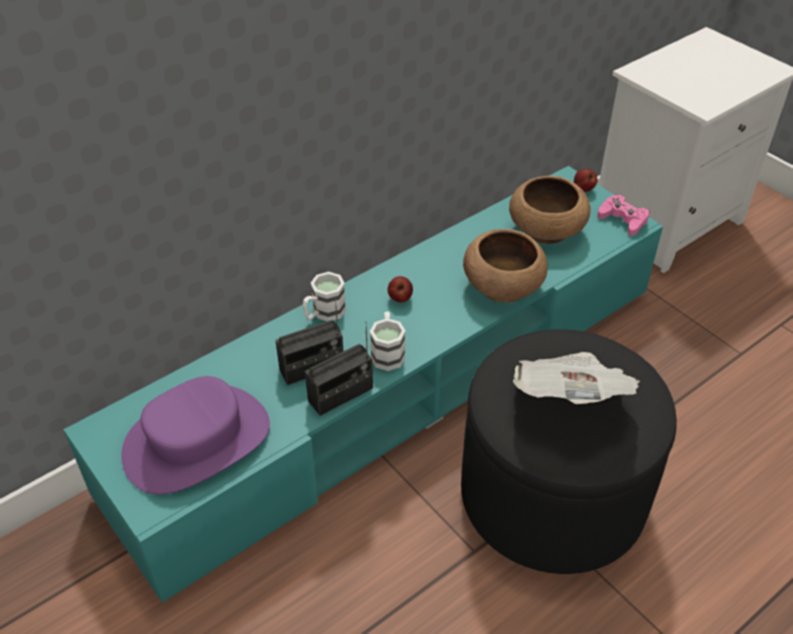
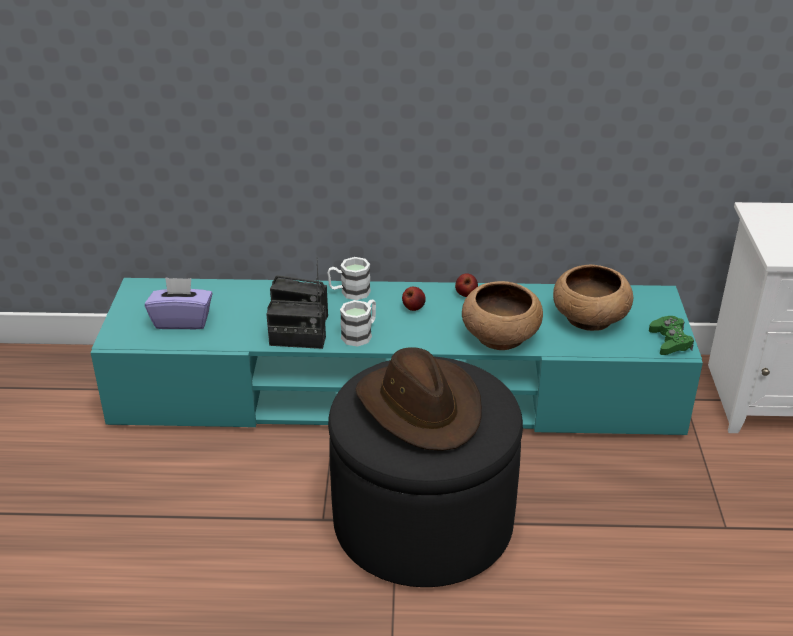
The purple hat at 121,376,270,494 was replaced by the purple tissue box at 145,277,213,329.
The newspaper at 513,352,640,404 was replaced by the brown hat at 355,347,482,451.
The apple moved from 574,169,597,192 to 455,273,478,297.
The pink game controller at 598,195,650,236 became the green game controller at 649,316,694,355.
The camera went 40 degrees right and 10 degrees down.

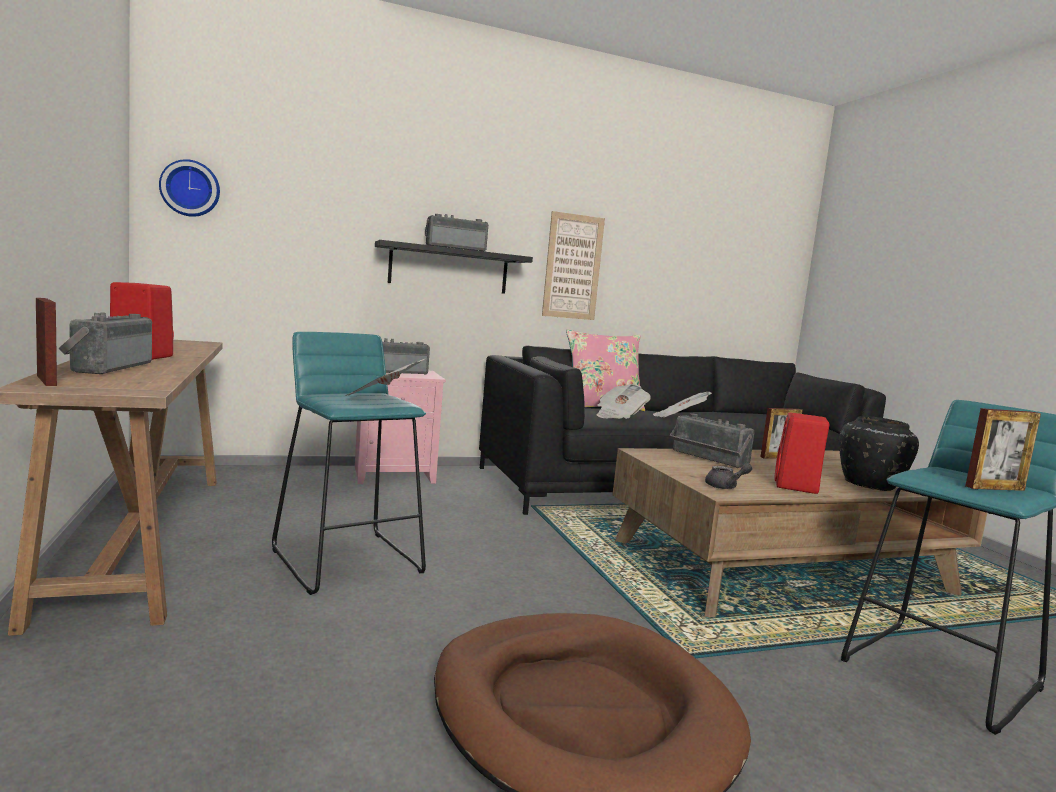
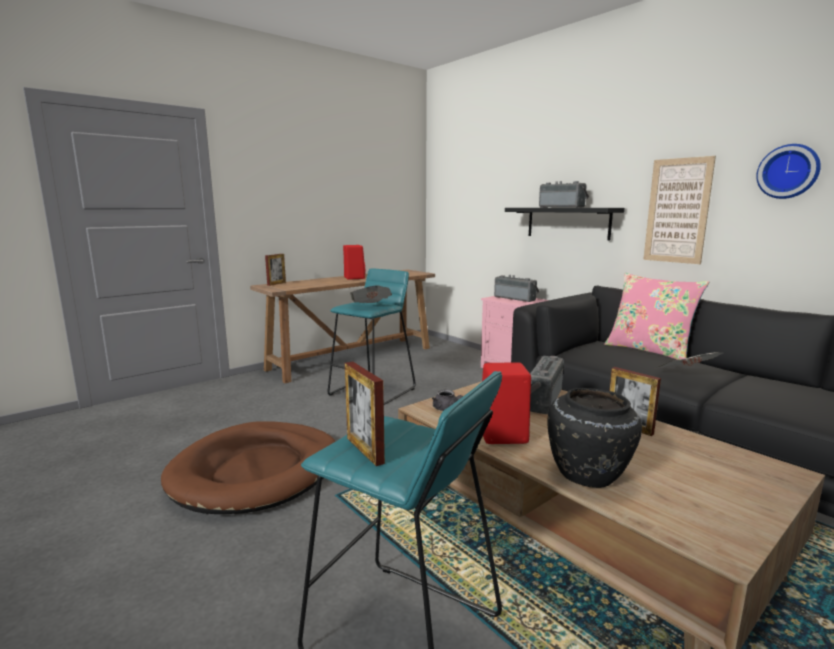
The radio at 59,312,152,374 disappeared.
The wall clock moved from 159,159,220,217 to 756,144,821,199.
The newspaper at 597,384,651,419 disappeared.
The camera went 70 degrees right and 5 degrees up.

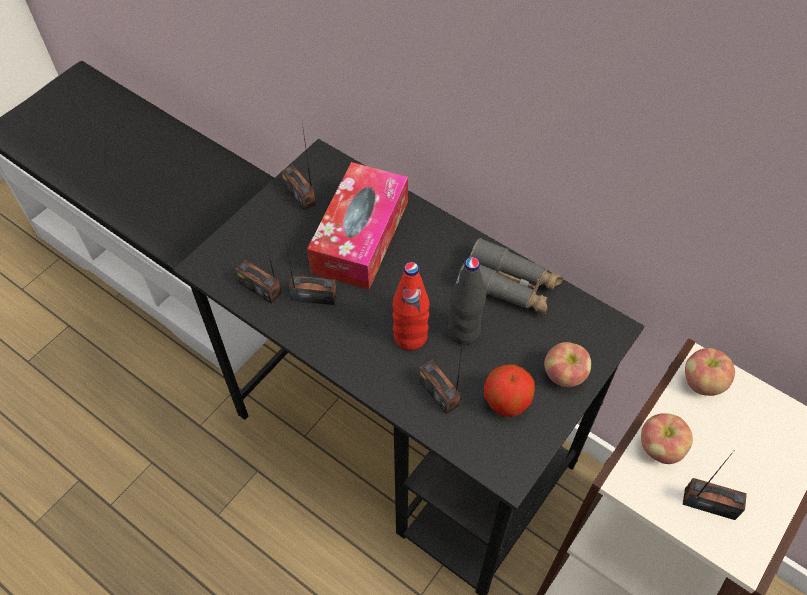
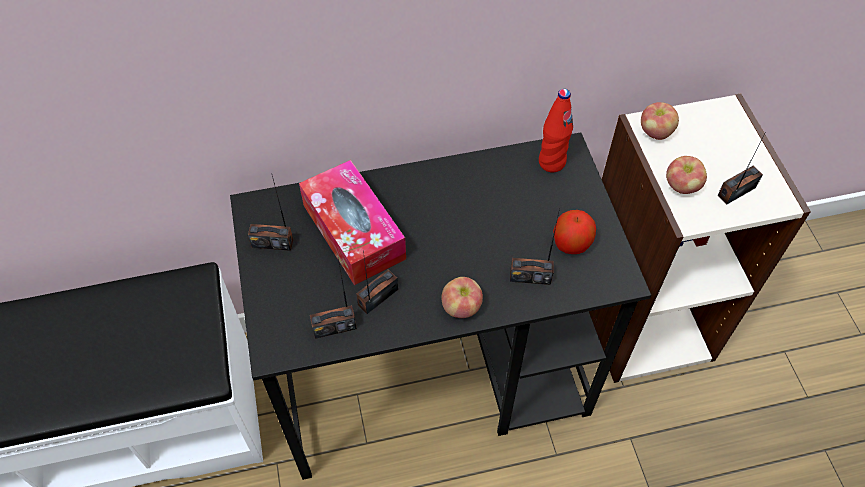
The red bottle moved from 392,262,429,350 to 539,89,573,172.
The black bottle at 448,257,486,345 disappeared.
The grey binoculars at 457,238,563,314 disappeared.
The apple moved from 544,342,591,387 to 441,277,483,318.
The camera went 50 degrees left and 0 degrees up.

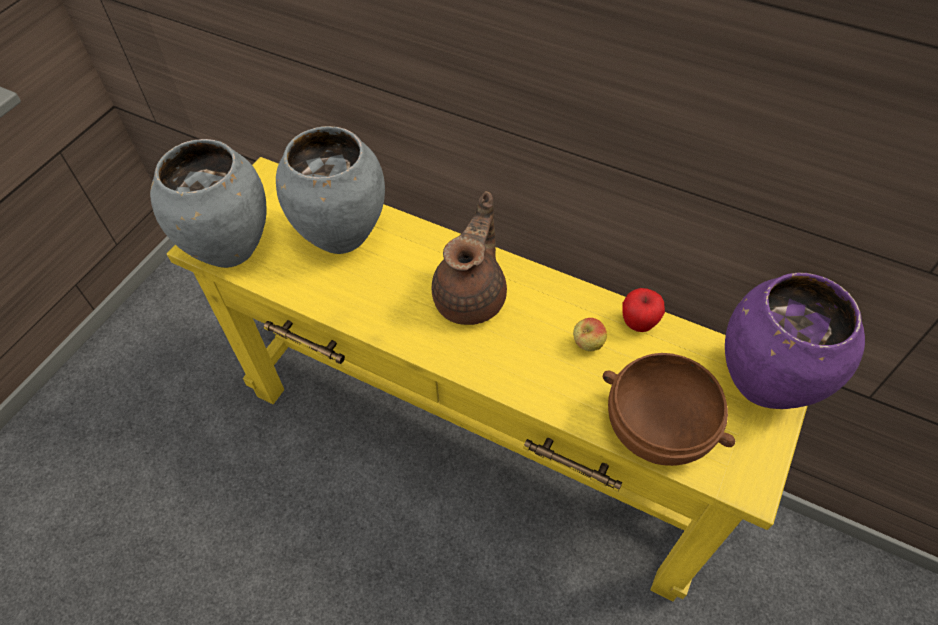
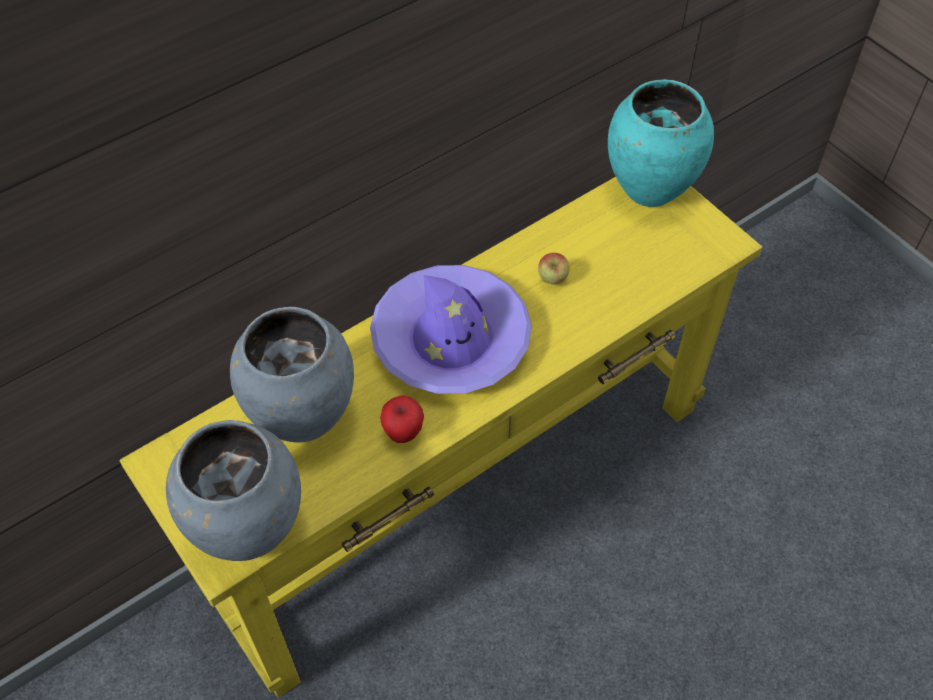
The brown teapot at 432,191,507,325 was replaced by the purple hat at 370,265,532,394.
The brown bowl at 602,353,735,466 disappeared.
The apple moved from 622,288,665,332 to 380,395,424,443.
The purple vase at 725,273,865,409 became the turquoise vase at 608,79,714,207.
The camera went 65 degrees left and 0 degrees up.

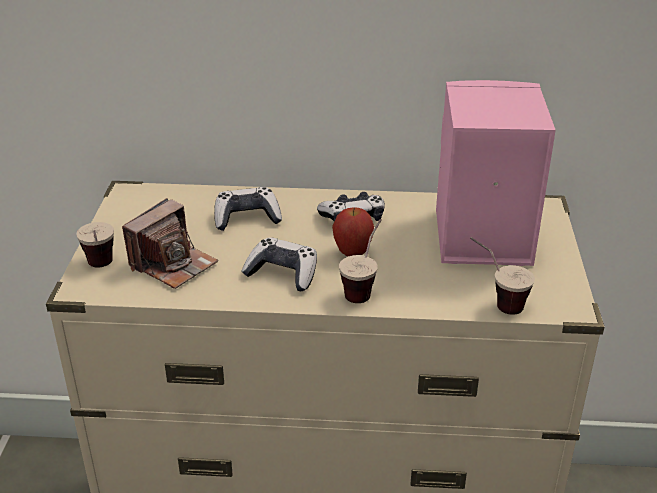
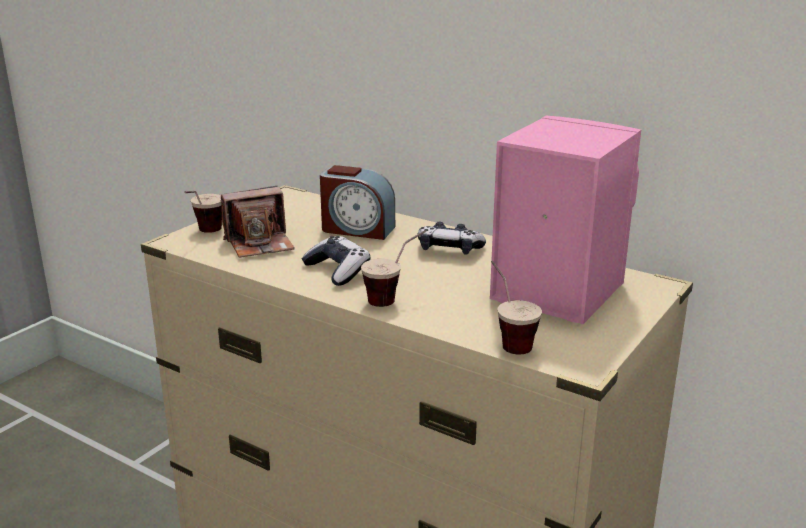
The game controller at 214,187,282,231 was replaced by the alarm clock at 320,165,395,240.
The apple at 332,207,374,256 disappeared.
The camera went 30 degrees right and 10 degrees down.

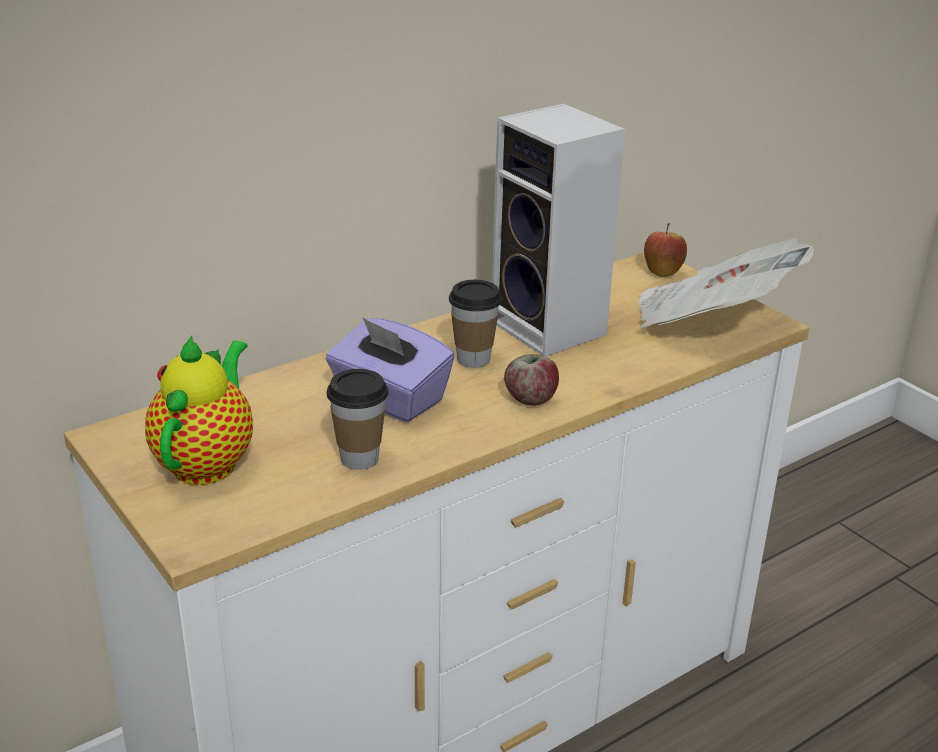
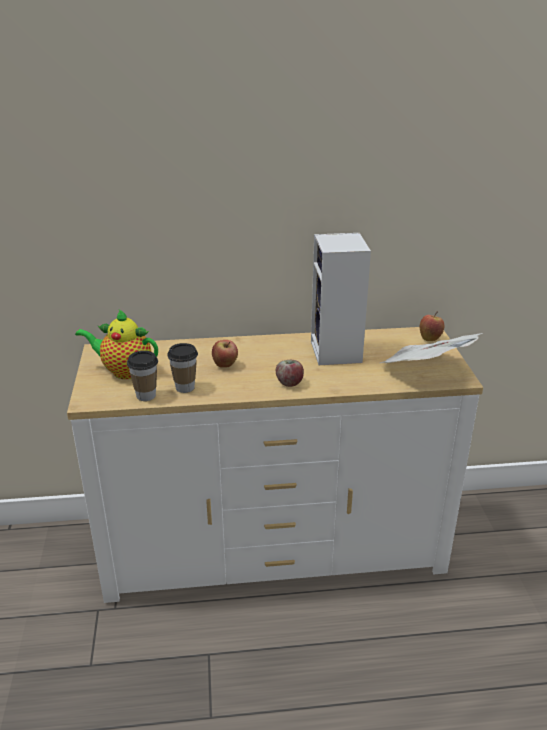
The teapot at 145,335,253,485 turned 120 degrees counterclockwise.
The purple tissue box at 325,317,455,422 was replaced by the apple at 212,340,238,368.
The cup moved from 449,280,502,368 to 127,351,158,401.
The camera went 30 degrees right and 0 degrees up.

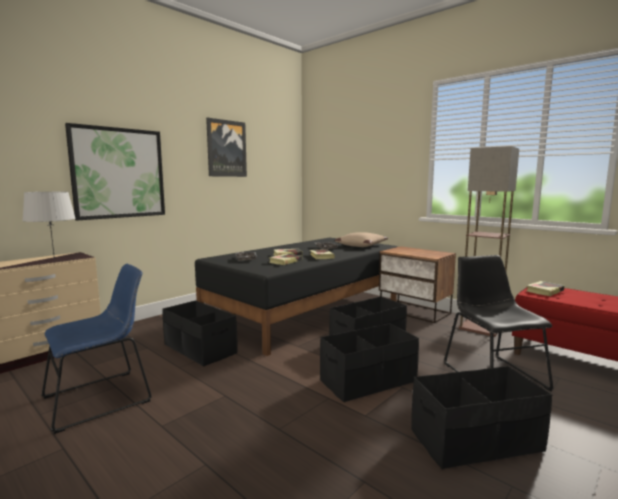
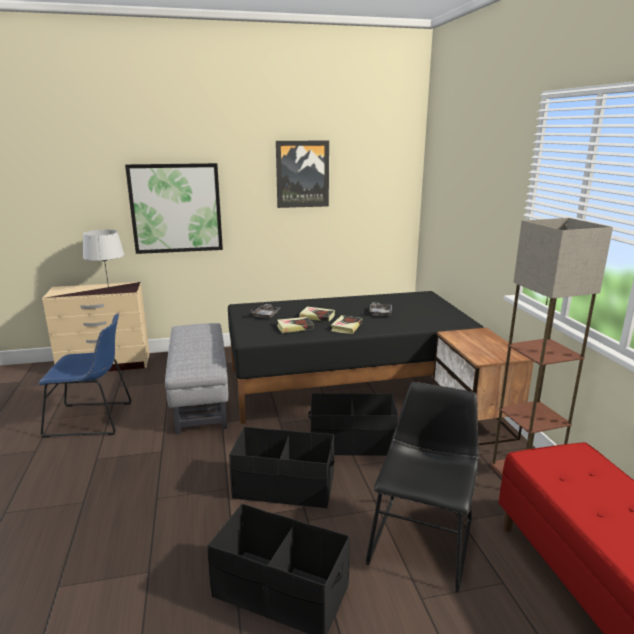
The black storage box at 162,300,238,366 was replaced by the grey ottoman at 165,323,228,434.
The beige pillow at 335,232,388,247 disappeared.
The book at 526,281,564,296 disappeared.
The camera went 35 degrees right and 10 degrees up.

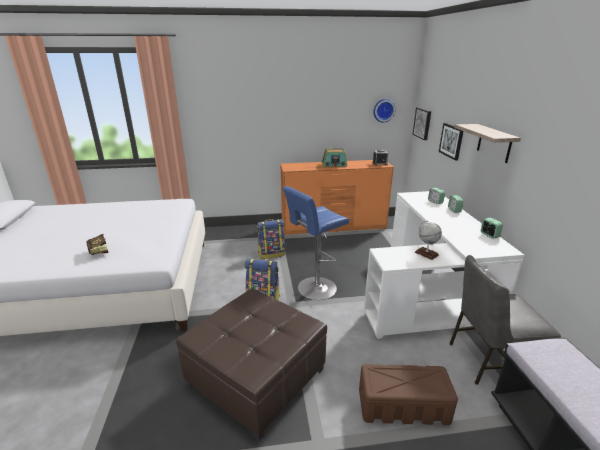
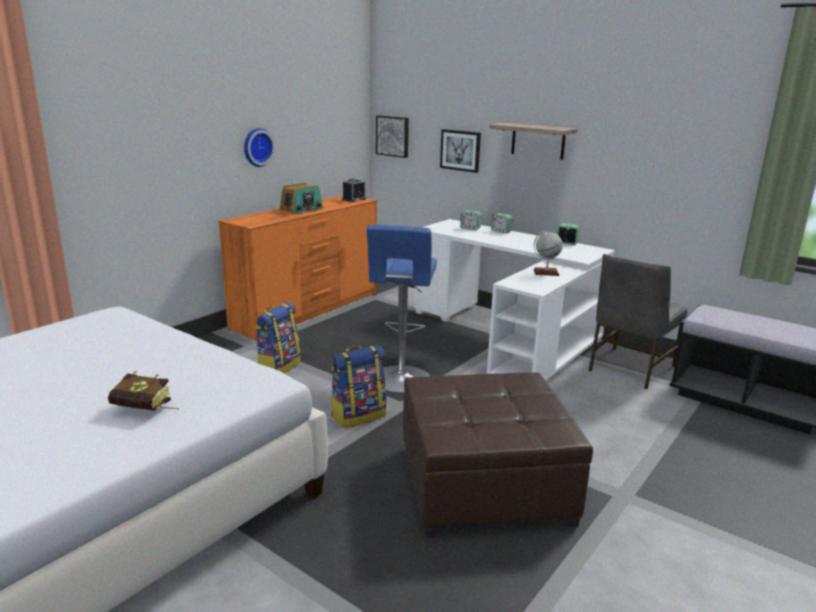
The brown storage box at 359,364,458,425 disappeared.
The wall clock moved from 373,99,396,122 to 244,128,275,167.
The camera went 45 degrees left and 5 degrees down.

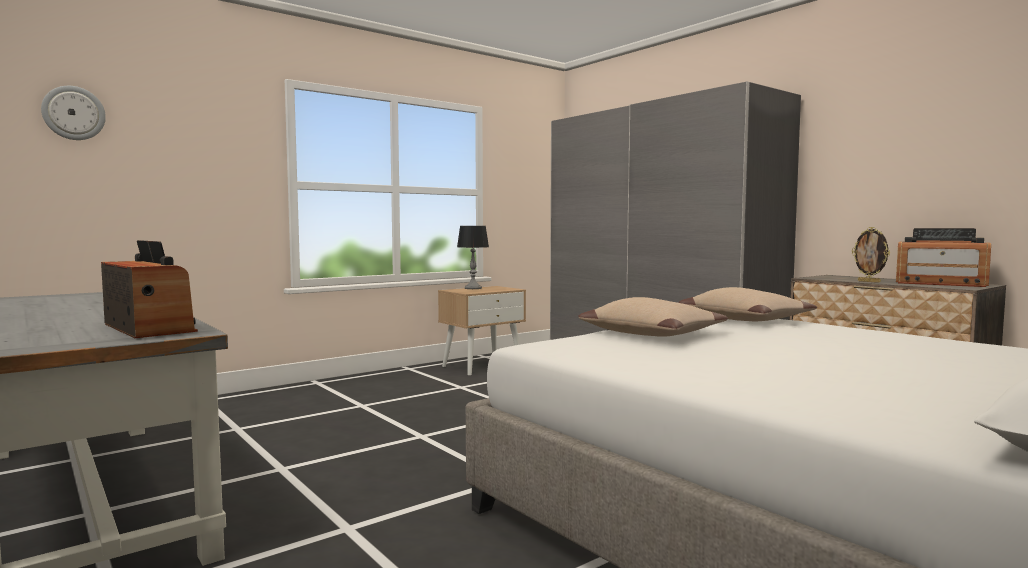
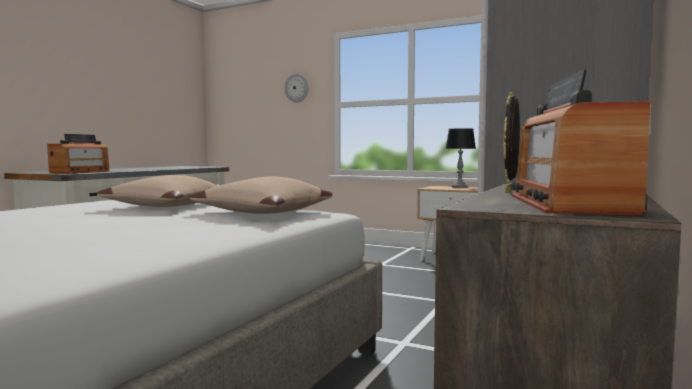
The wall clock moved from 41,86,106,140 to 285,73,309,102.
The camera went 65 degrees right and 0 degrees up.

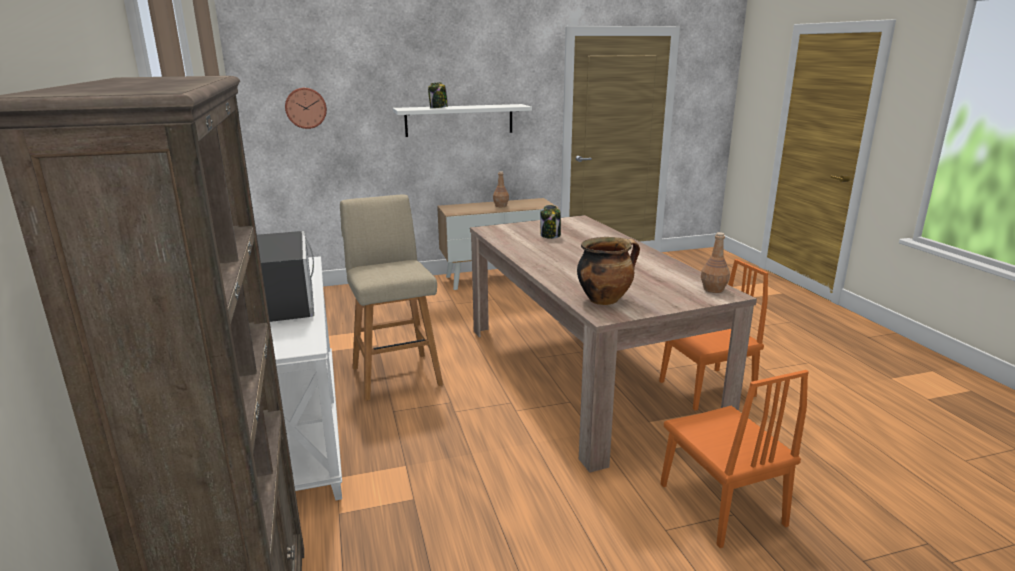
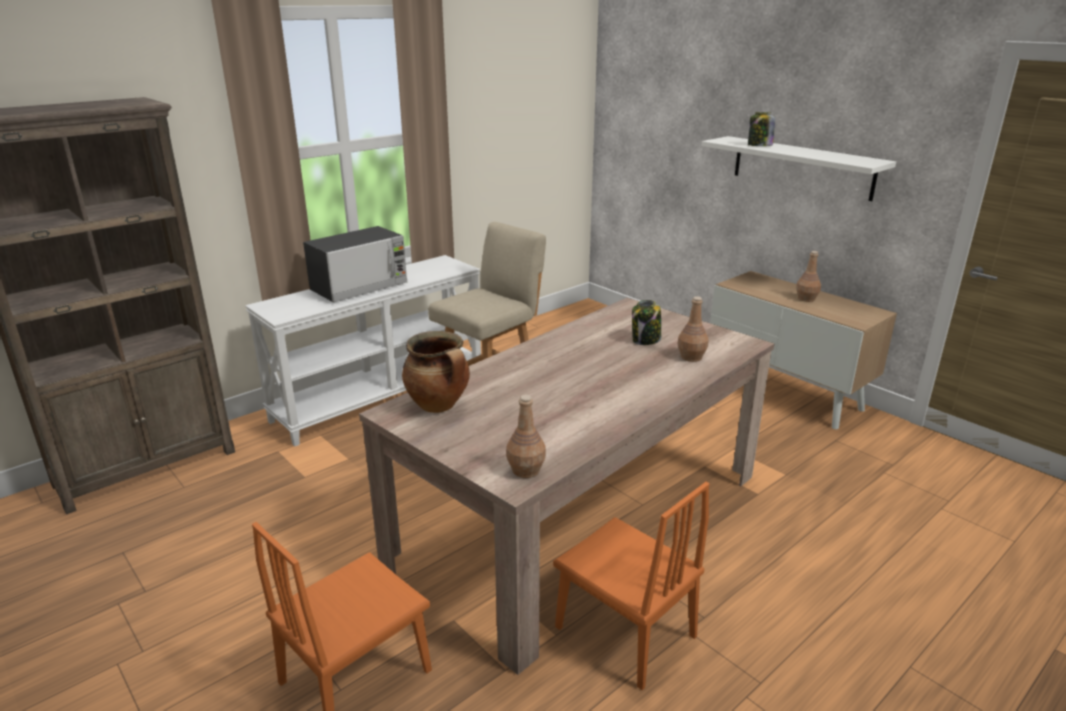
The wall clock at 285,88,327,129 disappeared.
The brown bottle at 677,296,709,362 appeared.
The camera went 65 degrees right and 5 degrees up.

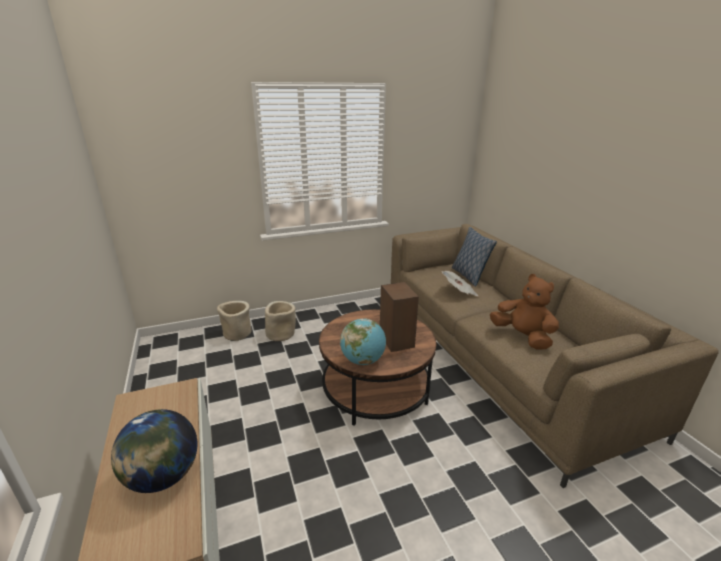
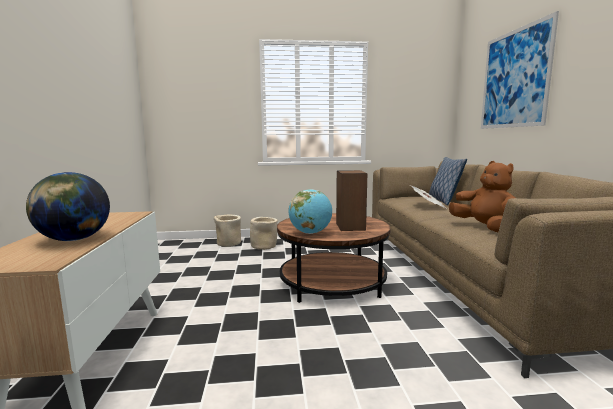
The picture at 481,11,559,129 appeared.
The camera went 15 degrees right and 15 degrees down.

